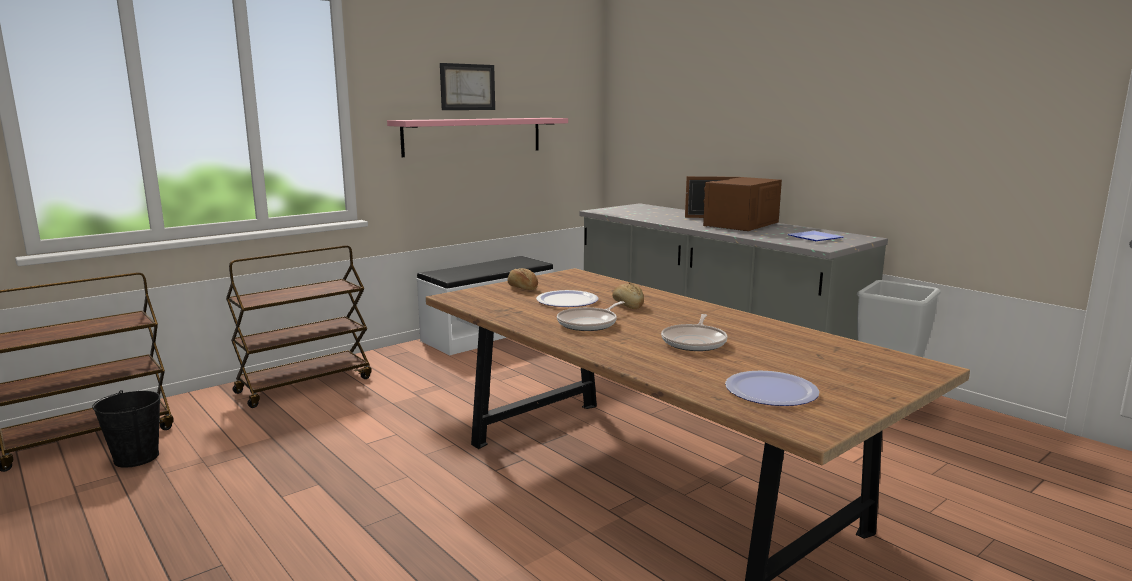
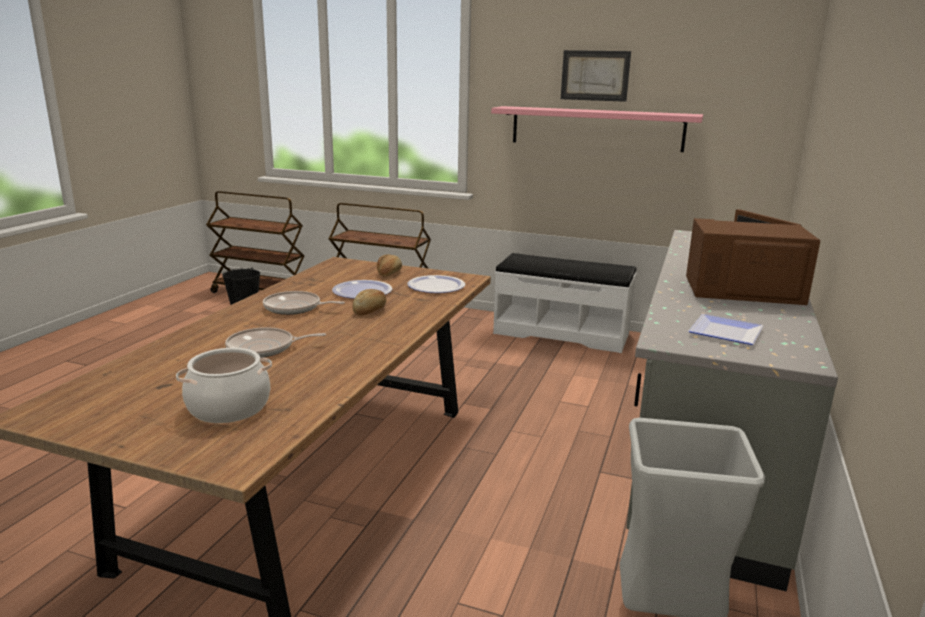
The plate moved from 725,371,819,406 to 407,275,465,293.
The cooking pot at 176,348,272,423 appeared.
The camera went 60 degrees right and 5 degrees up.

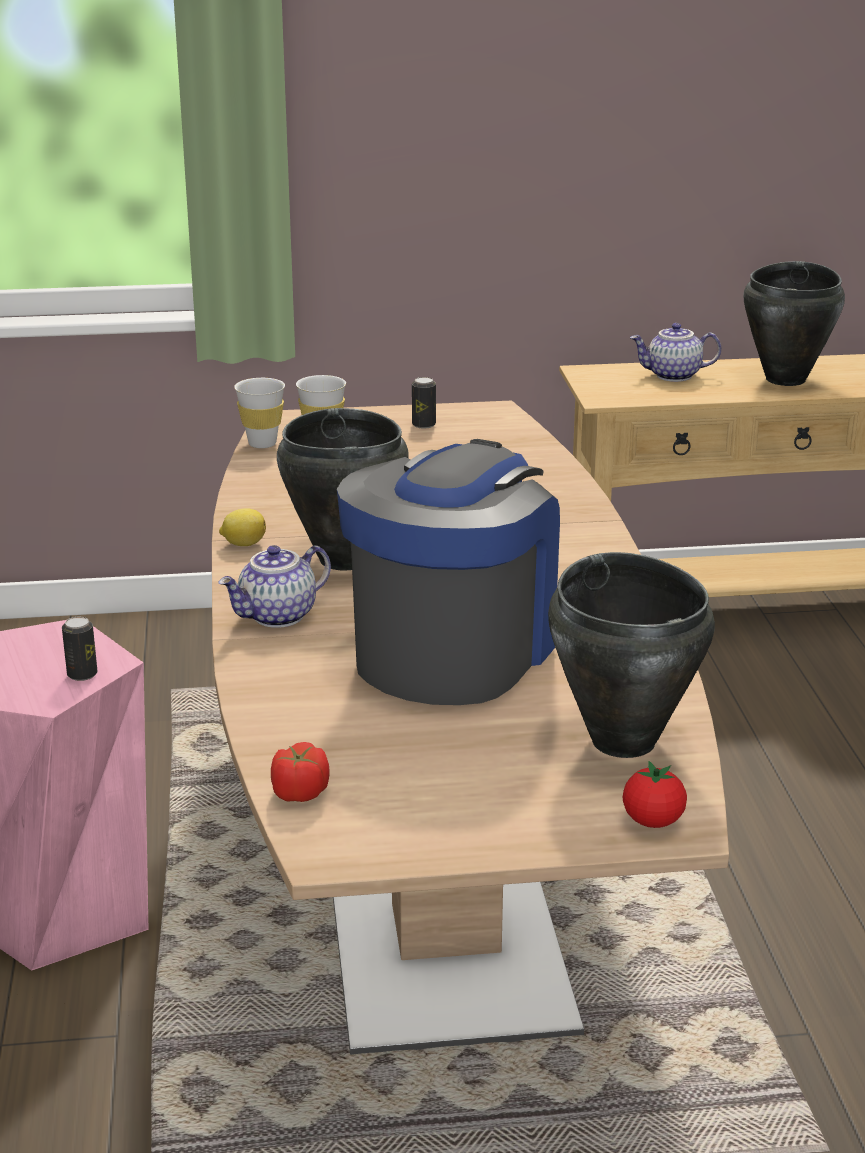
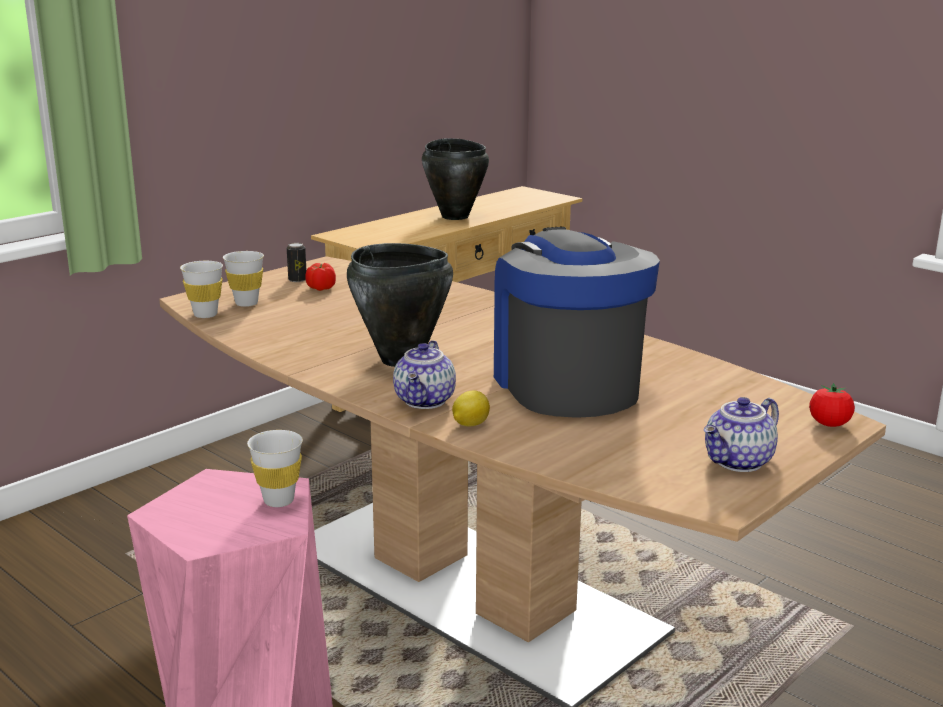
The can at 62,617,97,681 was replaced by the white cup at 247,430,303,507.
The lemon moved from 219,508,266,546 to 452,390,490,426.
The tomato moved from 271,742,330,802 to 305,263,336,291.
The black cooking pot at 548,552,715,758 disappeared.
The teapot moved from 630,323,721,382 to 704,397,779,472.
The camera went 40 degrees left and 5 degrees down.

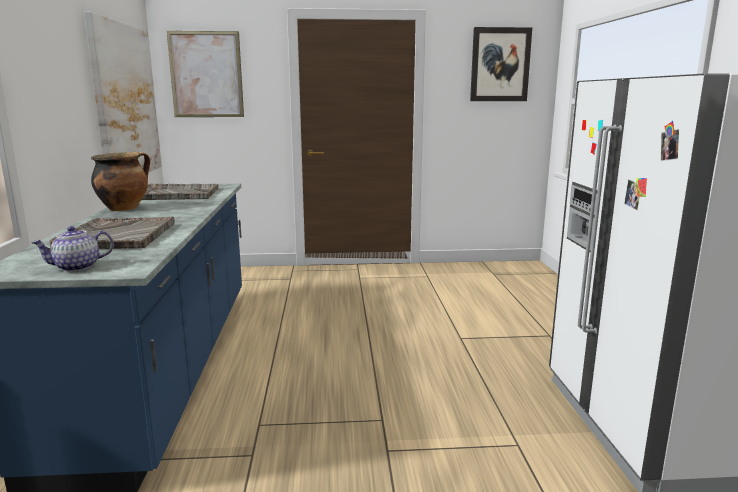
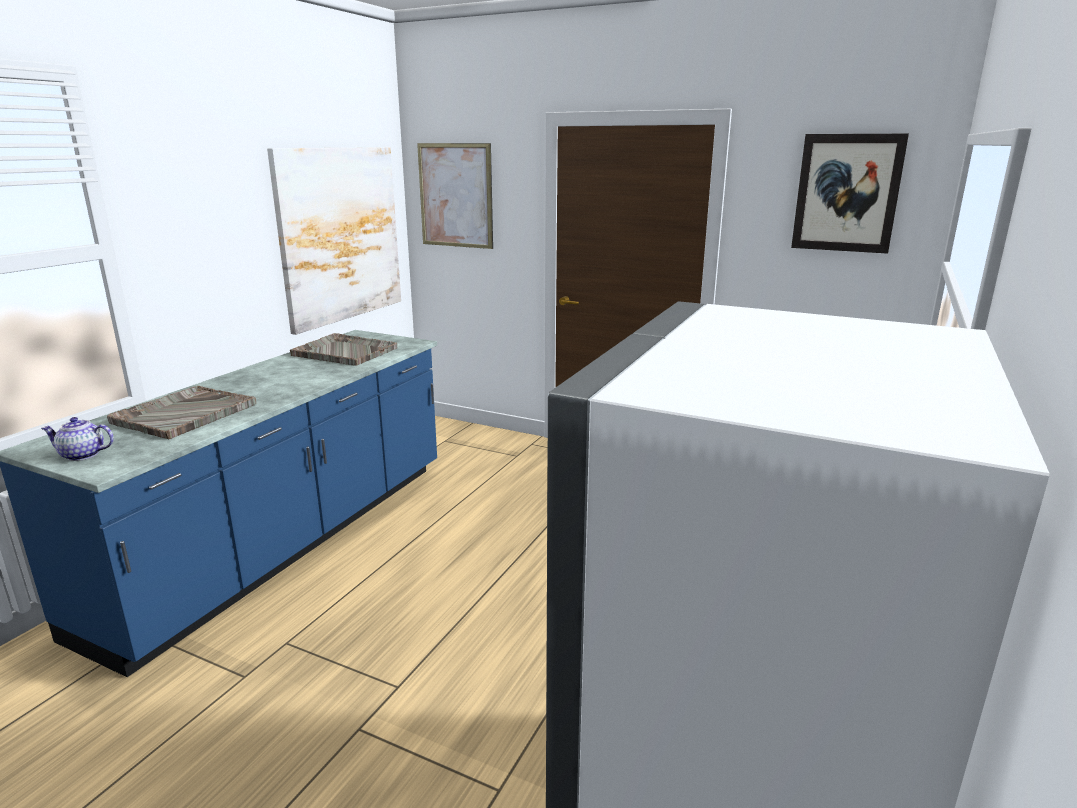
The cooking pot at 91,152,150,211 disappeared.
The camera went 30 degrees right and 5 degrees up.

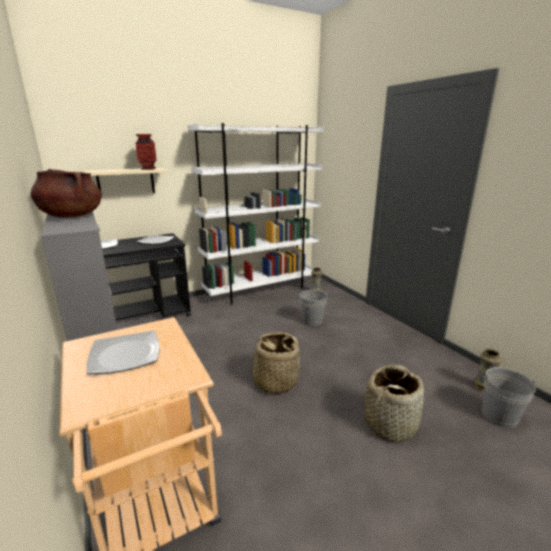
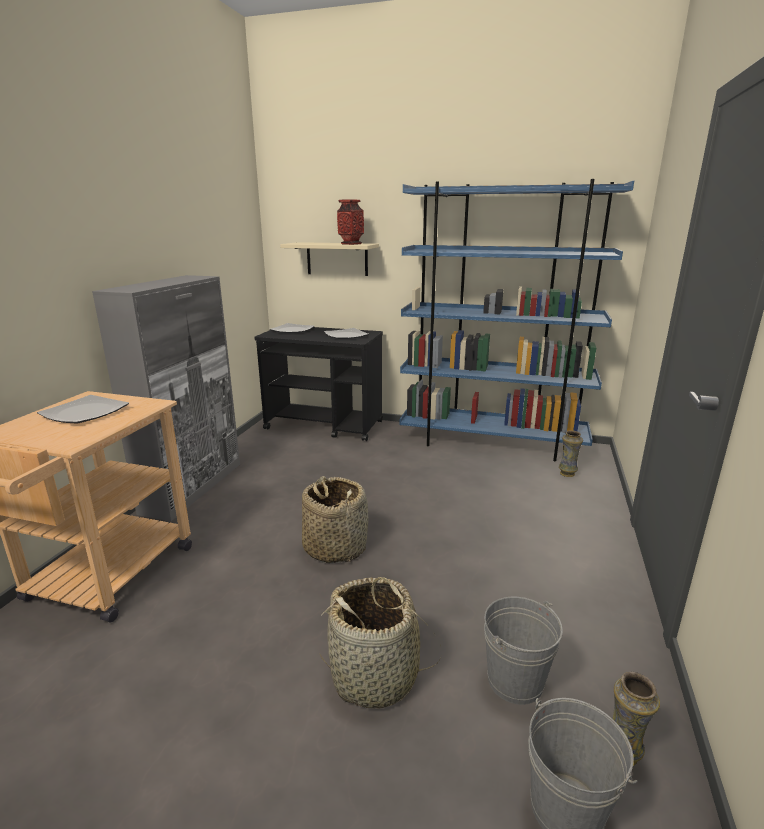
The brown cooking pot at 31,169,101,218 disappeared.
The white bookcase at 187,123,324,305 became the blue bookcase at 400,179,634,461.
The grey bucket moved from 300,288,328,326 to 484,597,563,705.
The camera went 45 degrees right and 0 degrees up.

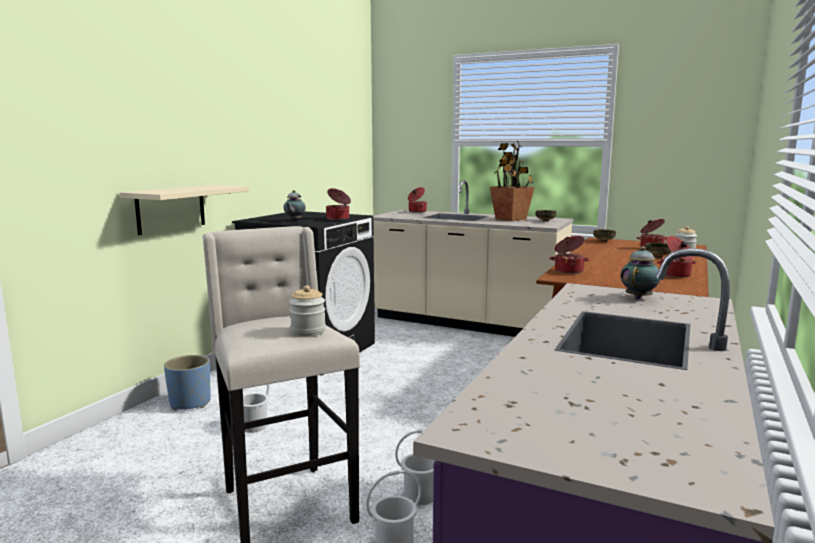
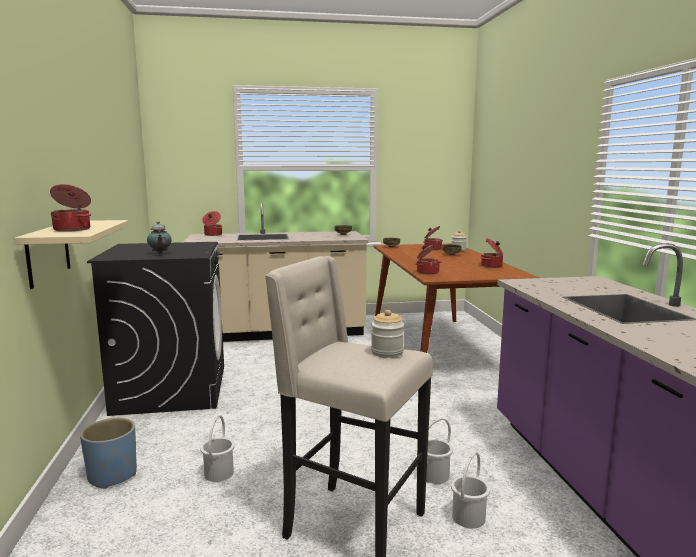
The cooking pot moved from 326,188,351,220 to 50,184,91,232.
The potted plant at 490,141,535,221 disappeared.
The teapot at 620,246,660,299 disappeared.
The camera went 35 degrees left and 0 degrees up.

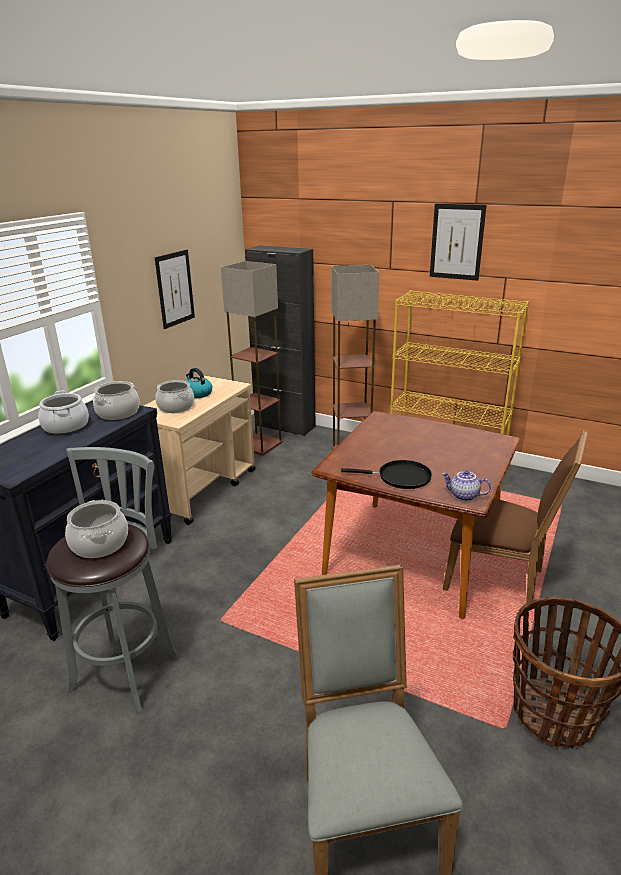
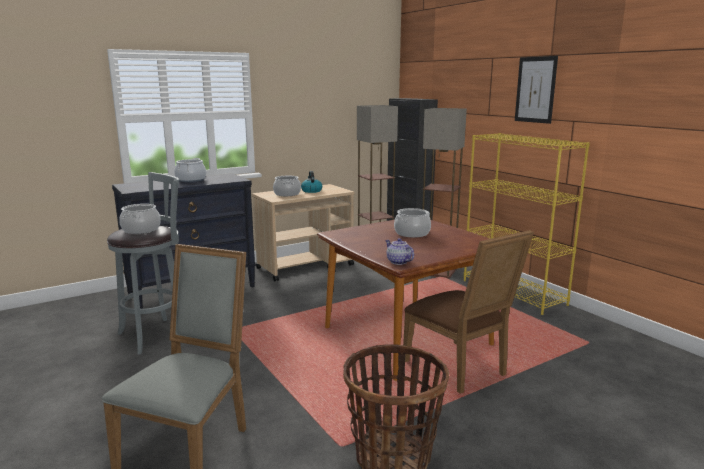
The cooking pot moved from 93,381,140,420 to 394,208,431,238.
The picture at 155,250,195,329 disappeared.
The black frying pan at 341,460,432,489 disappeared.
The camera went 30 degrees right and 10 degrees down.

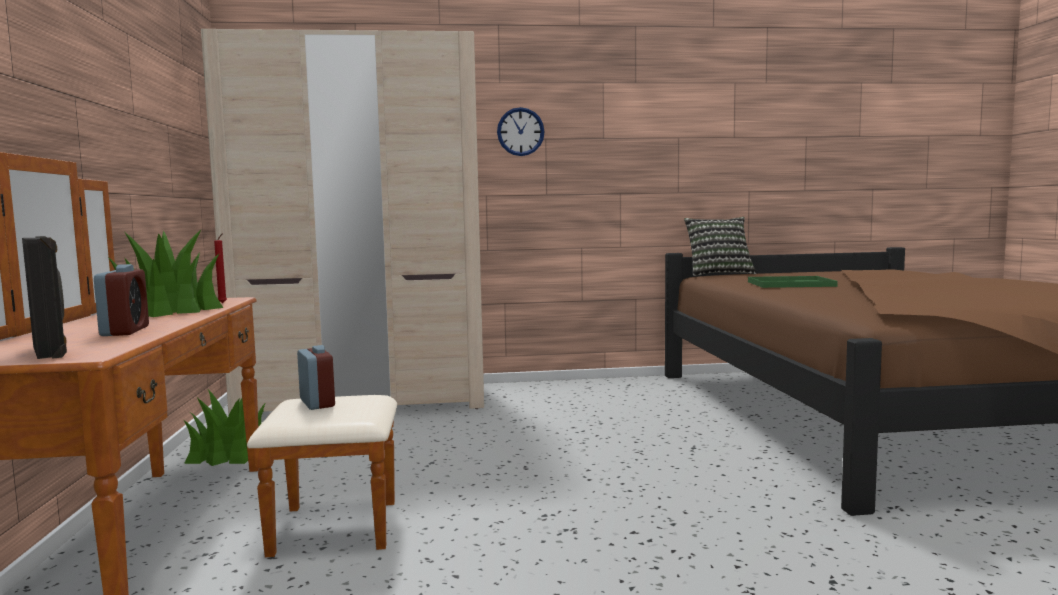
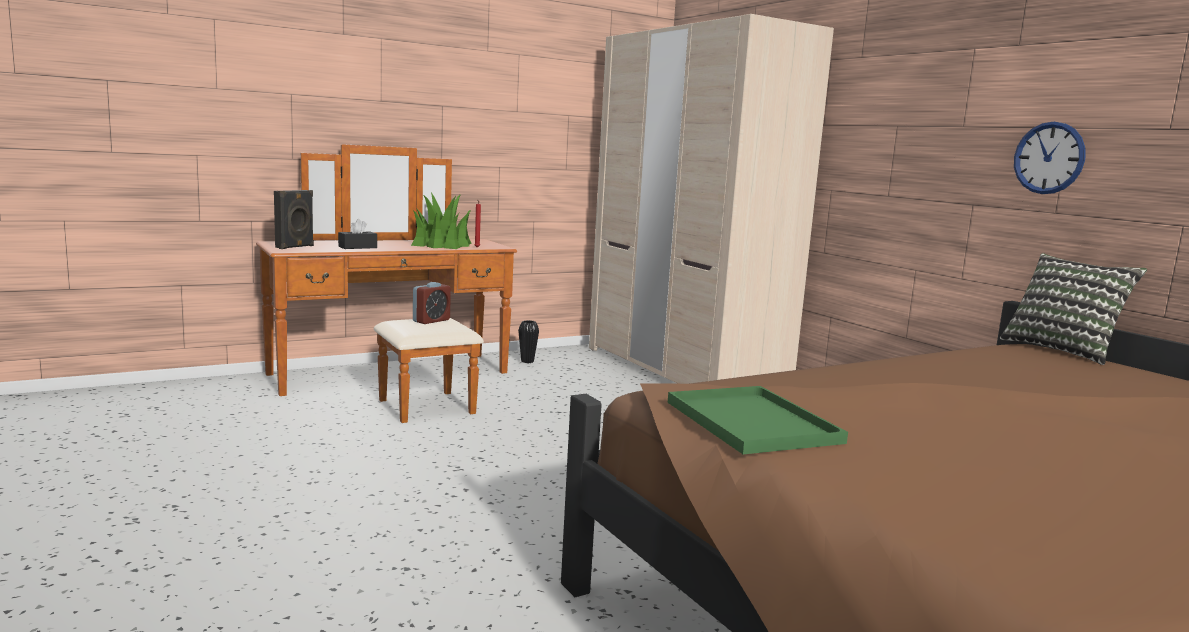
The alarm clock at 94,264,149,336 was replaced by the black tissue box at 338,219,377,249.
The potted plant at 184,390,265,466 was replaced by the black vase at 518,320,539,363.
The wall clock moved from 497,107,545,156 to 1014,122,1086,194.
The green tray moved from 748,276,838,288 to 668,386,848,454.
The camera went 65 degrees right and 5 degrees up.

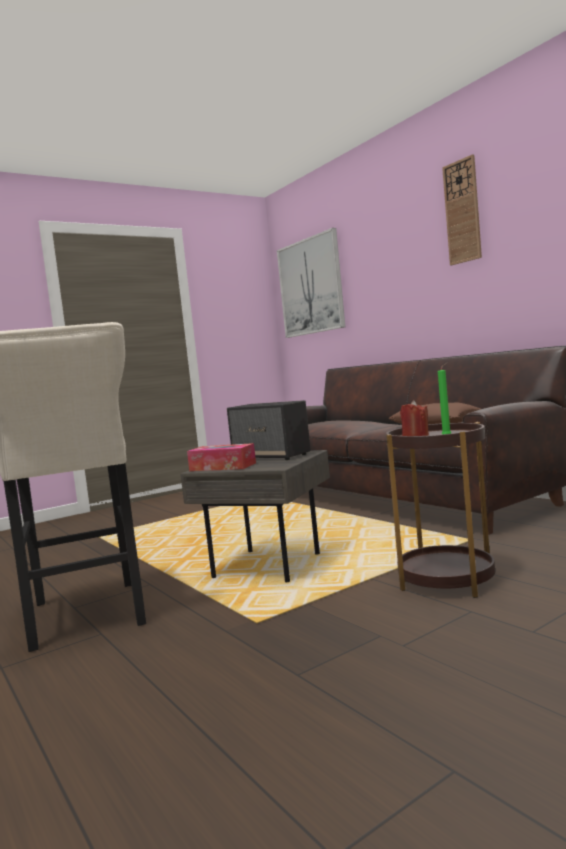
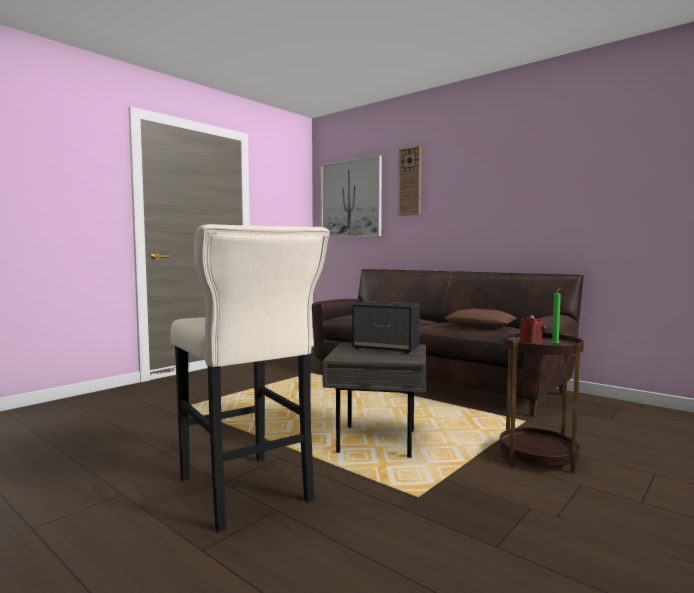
The tissue box at 187,443,256,471 disappeared.
The wall clock moved from 442,154,482,265 to 398,146,421,216.
The camera went 15 degrees left and 0 degrees up.

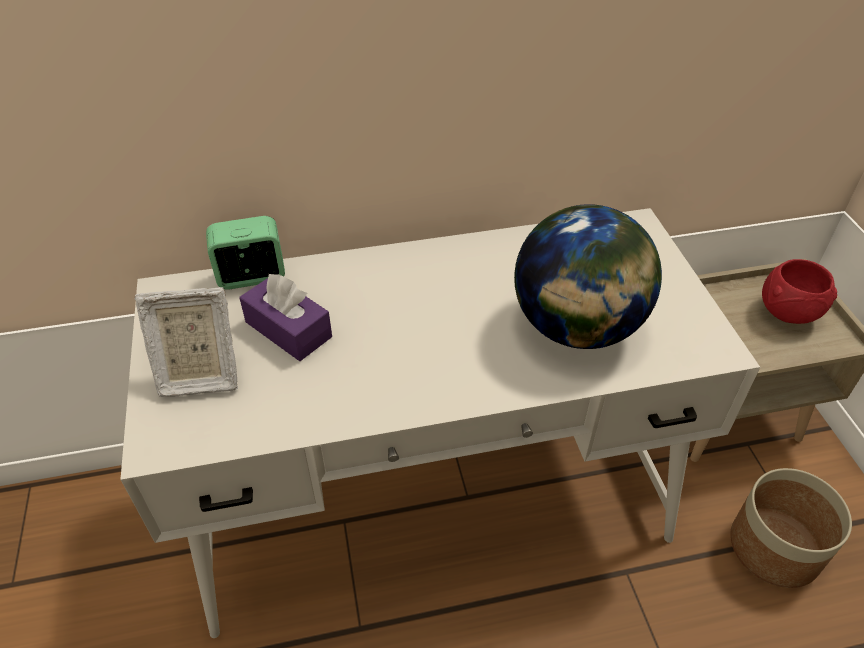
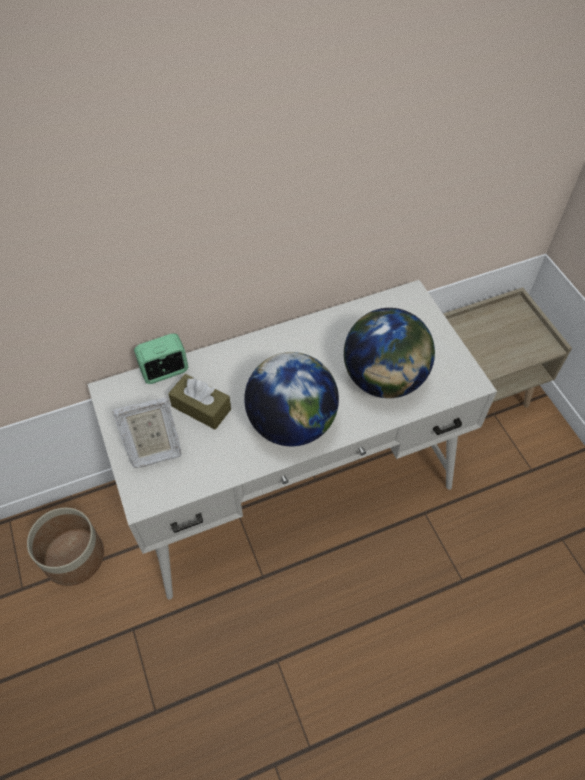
The purple tissue box at 239,274,332,361 became the brown tissue box at 168,374,231,430.
The planter moved from 730,468,852,588 to 27,508,104,586.
The red bowl at 762,259,837,324 disappeared.
The globe at 244,352,339,446 appeared.
The camera went 10 degrees left and 10 degrees up.

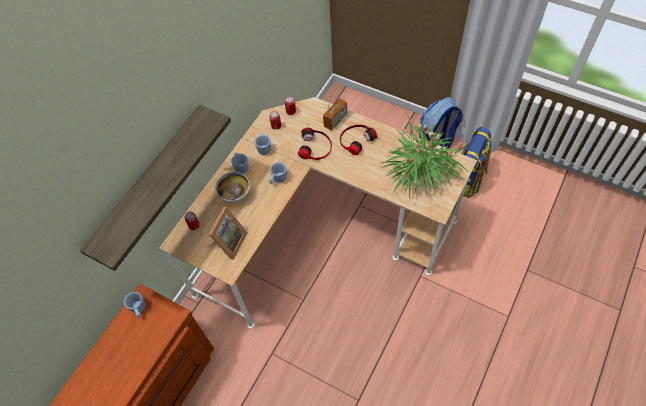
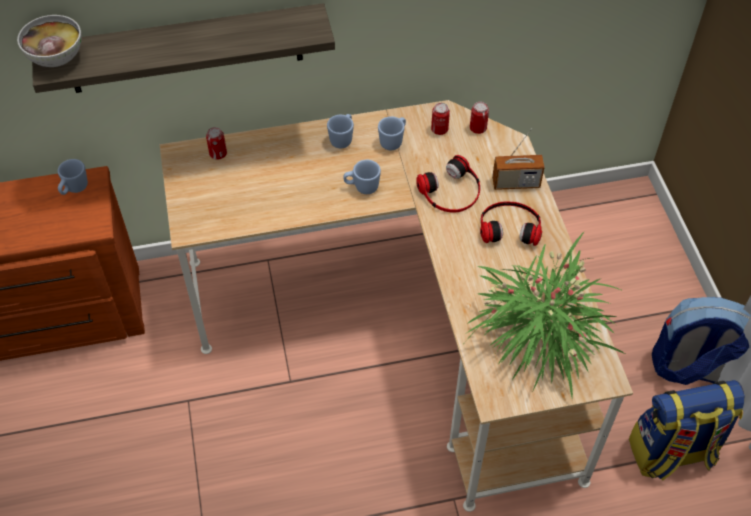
The picture frame at 206,206,248,260 disappeared.
The bowl moved from 215,172,250,203 to 17,15,82,67.
The camera went 45 degrees right and 5 degrees down.

